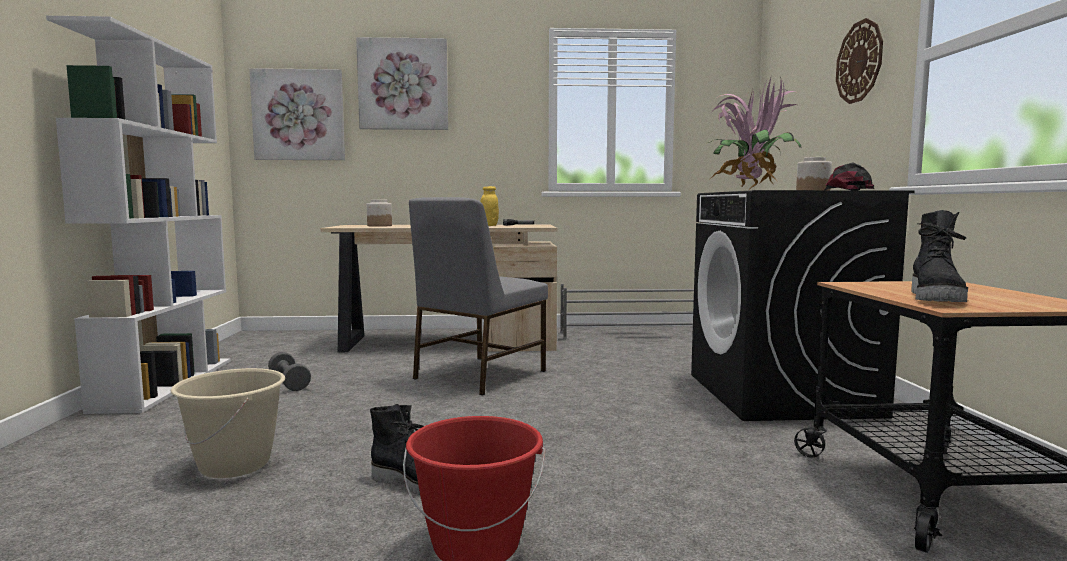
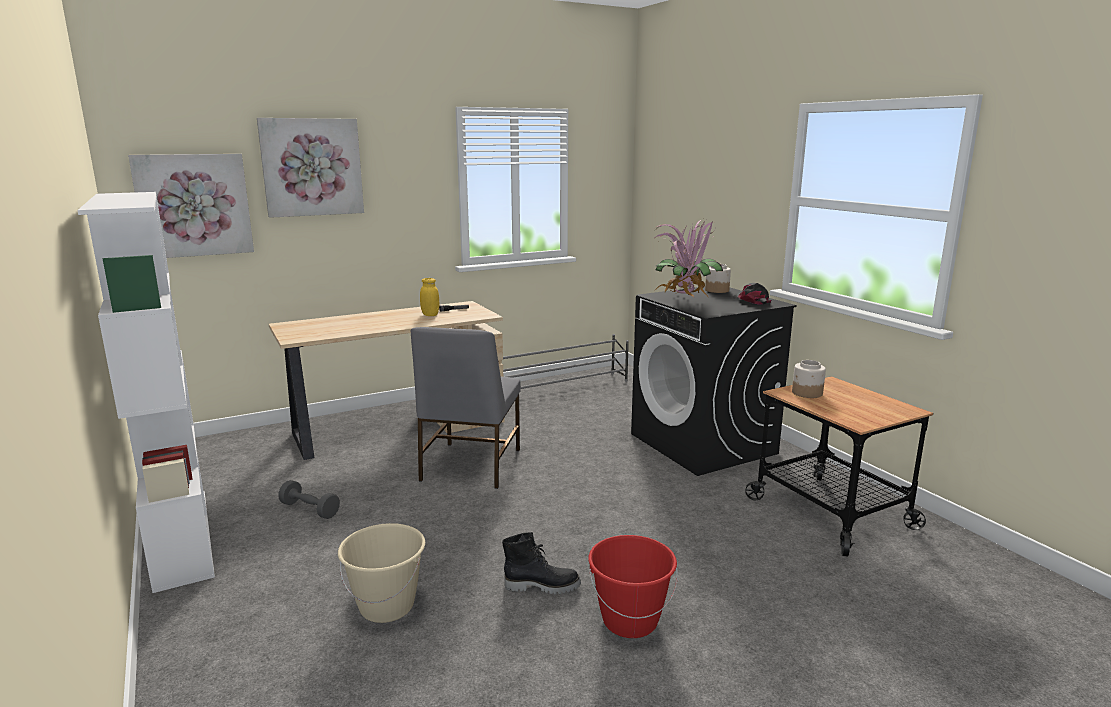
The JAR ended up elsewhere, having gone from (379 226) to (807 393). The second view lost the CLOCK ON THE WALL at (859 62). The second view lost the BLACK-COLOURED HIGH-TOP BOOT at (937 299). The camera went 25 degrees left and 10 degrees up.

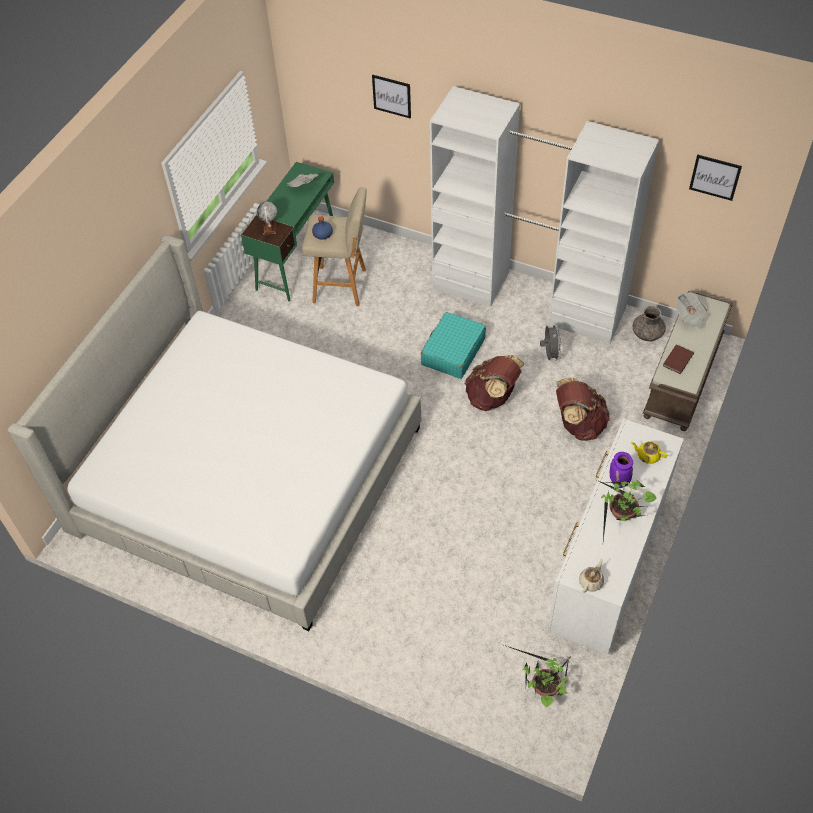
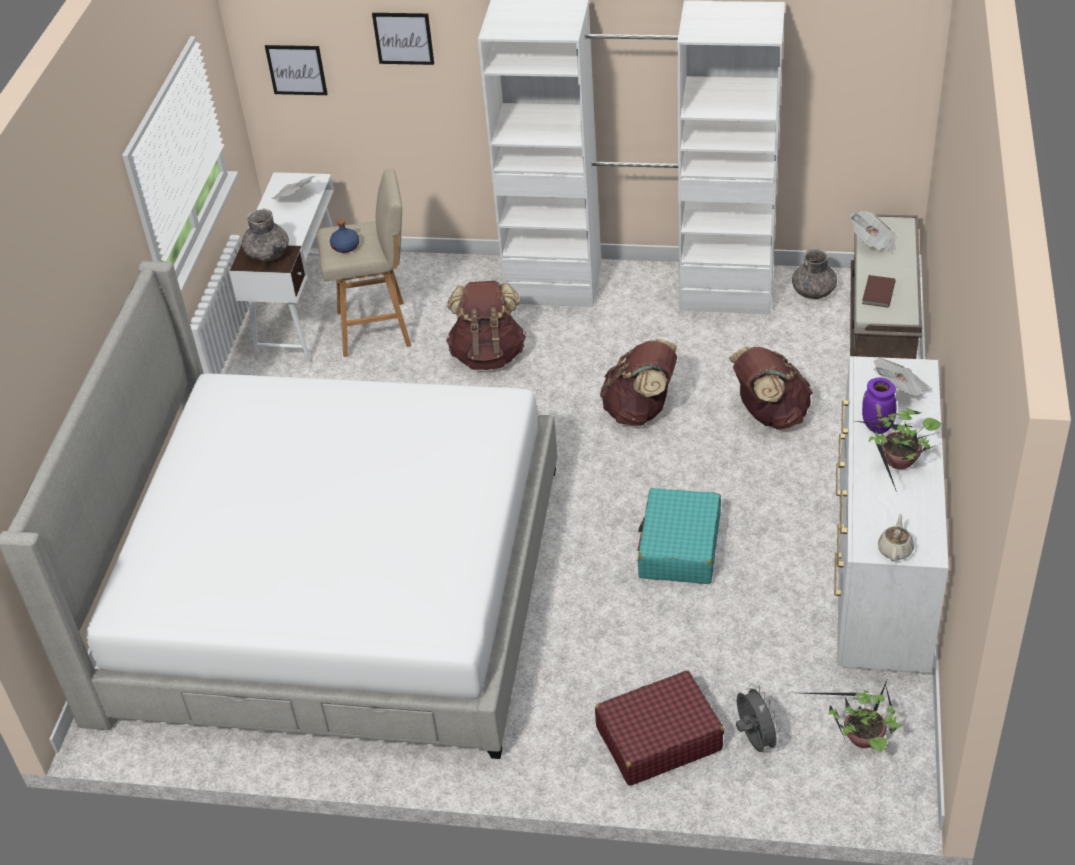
What was the GREEN-COLOURED DESK TABLE at (297 260) turned into the WHITE DESK TABLE at (301 311). Where the DESK GLOBE stood at (269 228), the GREYISH FLOWER VASE came to stand at (267 254). The TURQUOISE-COLOURED TRAVEL CASE ended up elsewhere, having gone from (453 352) to (679 547). The GREYISH FAN ended up elsewhere, having gone from (550 354) to (754 740). Where the YELLOWISH POT FOR TEA stood at (647 456), the PRINTED PAPER came to stand at (901 389). The PICTURE ended up elsewhere, having gone from (715 177) to (296 69). The second view gained the BROWN KNAPSACK at (488 355). The second view gained the RED TRAVEL CASE at (658 738). The camera went 15 degrees left and 10 degrees down.

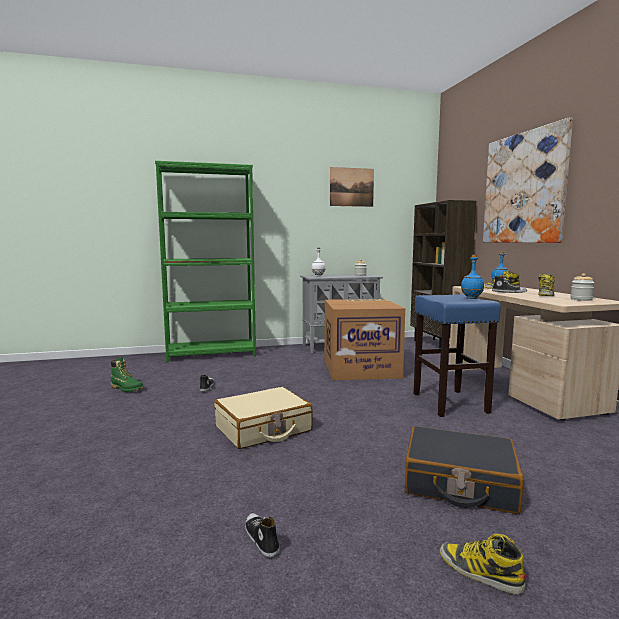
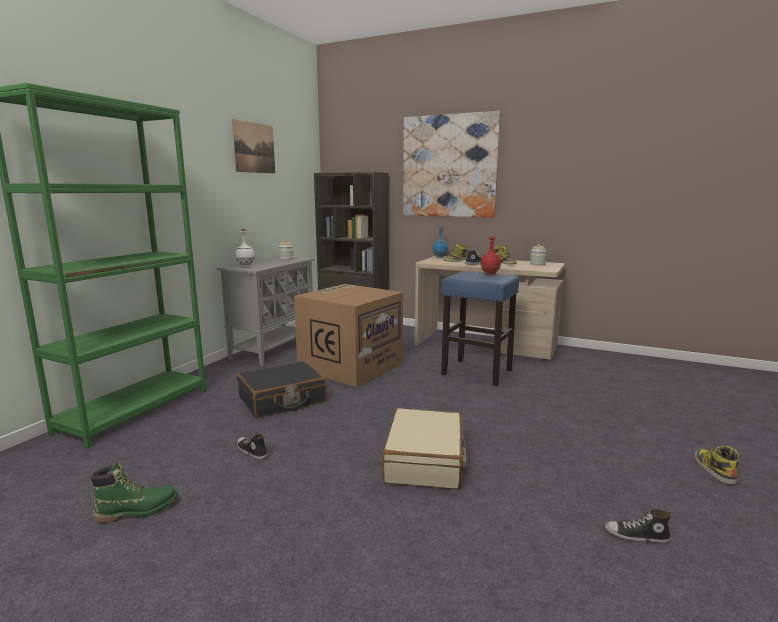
The BLACK-COLOURED TRAVEL CASE ended up elsewhere, having gone from (459 483) to (282 400). The HIGH-TOP BOOT at (479 572) ended up facing another way, 105 degrees clockwise from before. What was the BLUISH BOTTLE at (471 298) turned into the RED BOTTLE at (490 274). The camera went 50 degrees left and 5 degrees up.

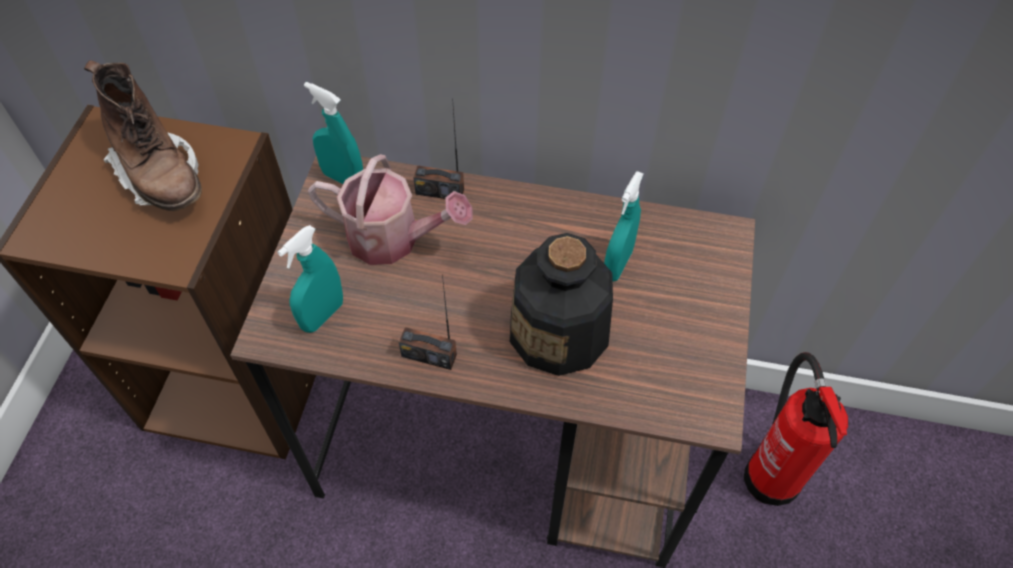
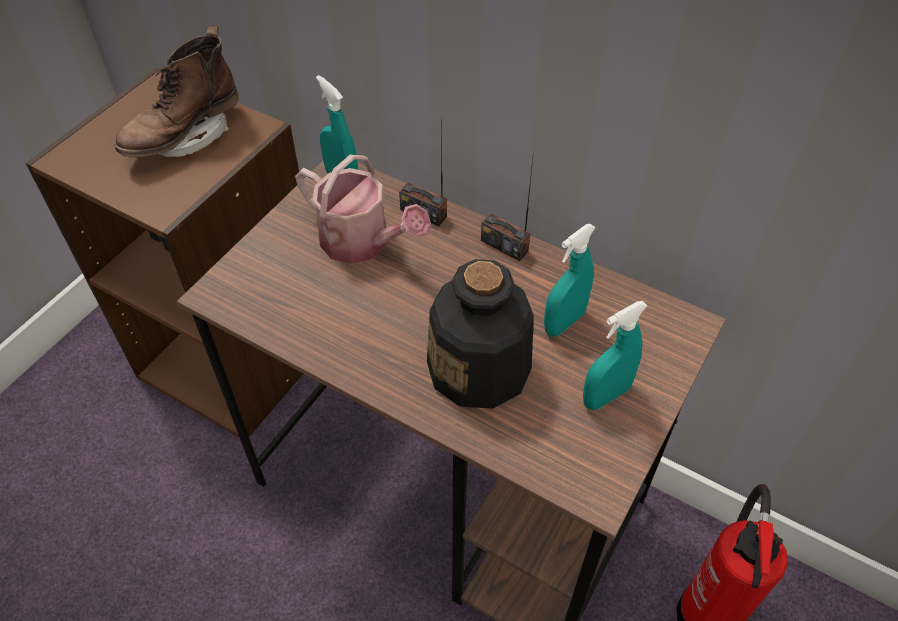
The BROWN HIGH-TOP BOOT at (160 176) ended up facing another way, 60 degrees clockwise from before. The TURQUOISE-COLOURED HAND SPRAYER ended up elsewhere, having gone from (323 315) to (605 396). The RADIO SET ended up elsewhere, having gone from (429 355) to (504 245). The camera went 20 degrees right and 5 degrees down.

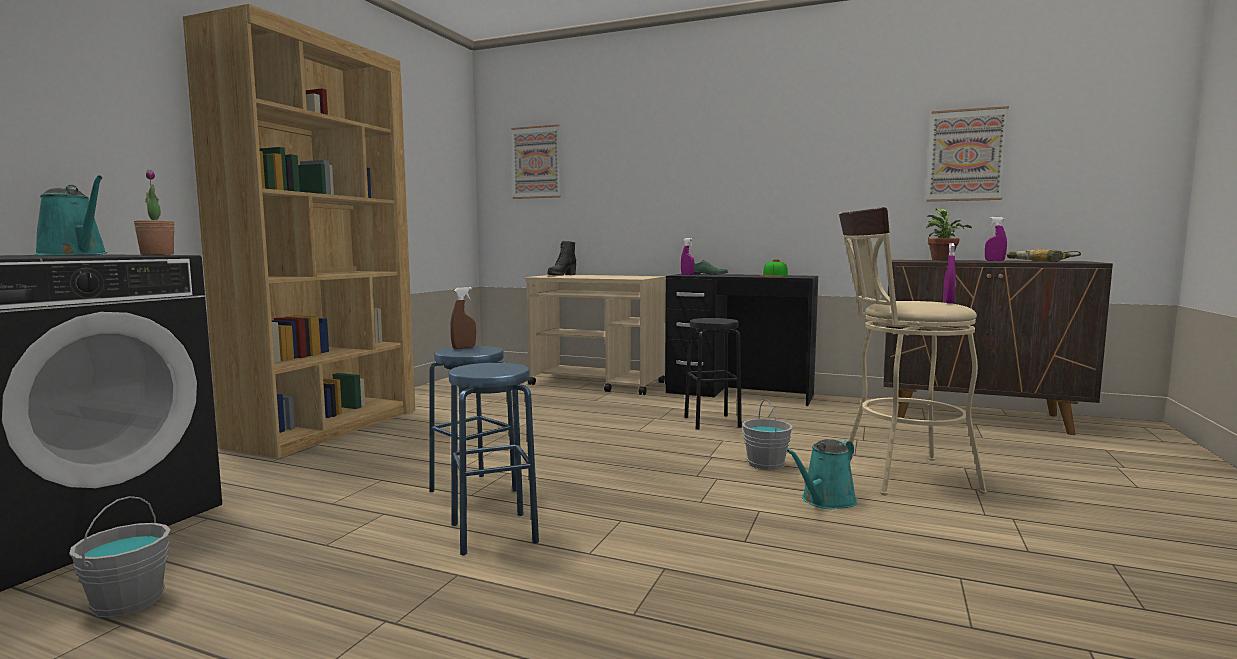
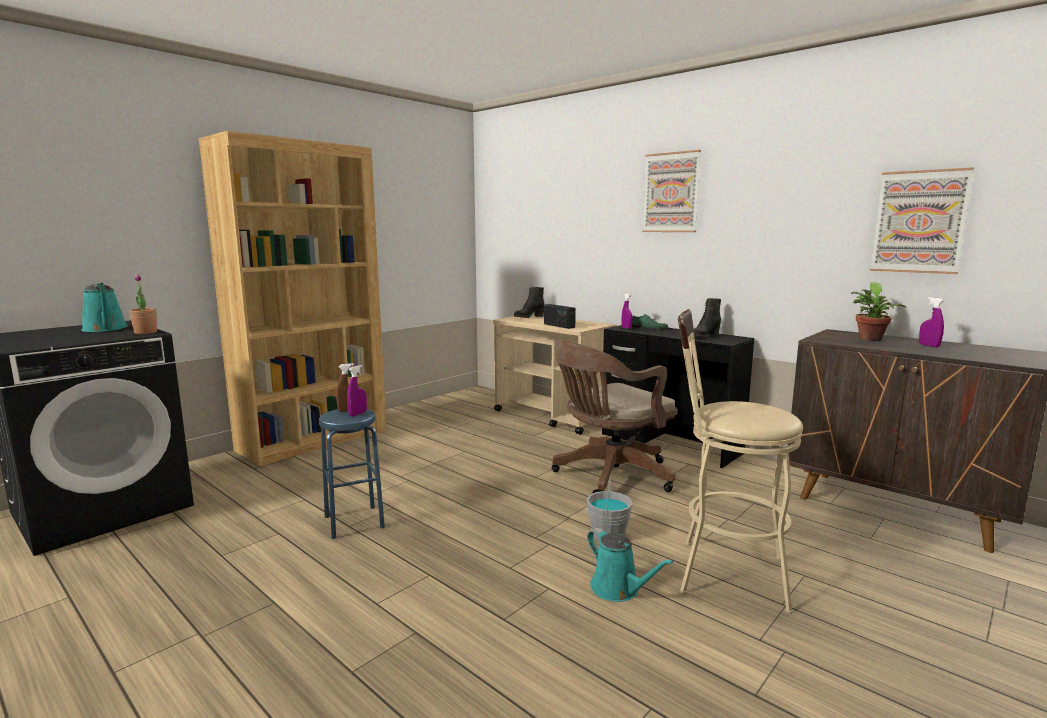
The second view lost the GREYISH BUCKET at (127 601). The second view lost the BLUISH STOOL SEAT at (494 533). The PICTURE ended up elsewhere, having gone from (536 162) to (671 192). Where the BLACK-COLOURED STOOL SEAT stood at (712 422), the BROWN DESK CHAIR came to stand at (609 476). Where the PEAKED CAP stood at (773 276), the BLACK-COLOURED HIGH-TOP BOOT came to stand at (704 336). The TURQUOISE-COLOURED WATERING CAN at (825 501) ended up facing another way, 105 degrees counterclockwise from before. The PURPLISH HAND SPRAYER ended up elsewhere, having gone from (948 302) to (357 414). The second view lost the DRILL at (1041 261). The second view gained the RADIO SET at (559 326). The camera went 20 degrees right and 5 degrees up.

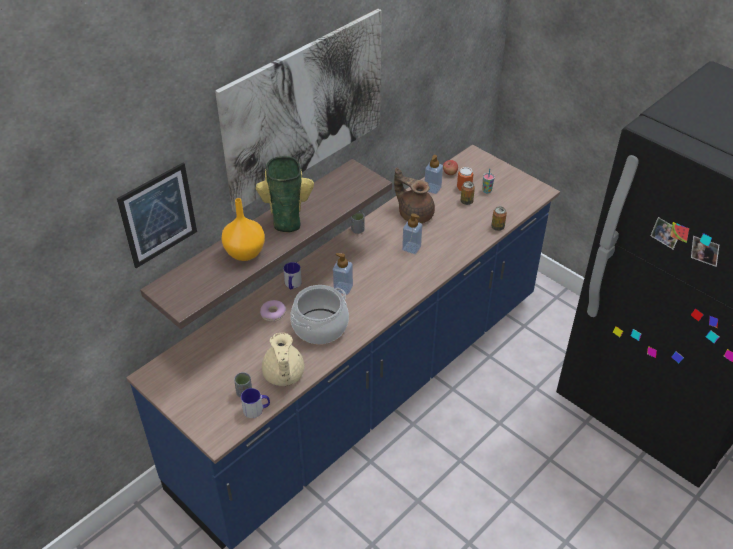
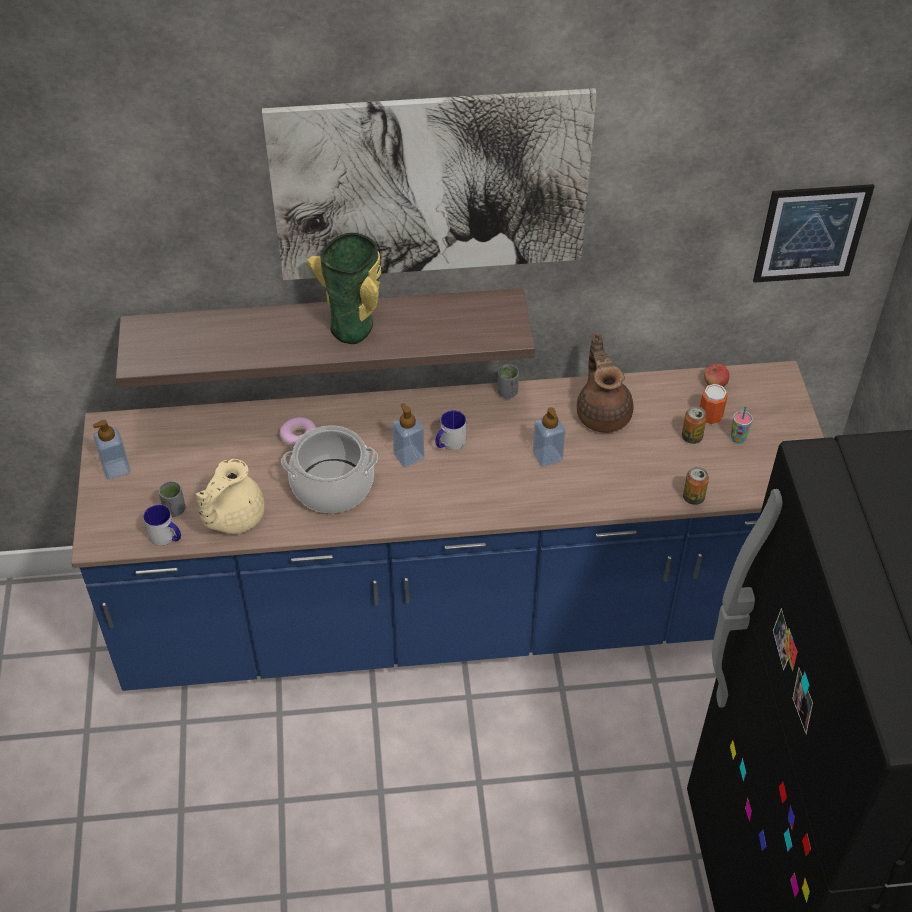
The PICTURE ended up elsewhere, having gone from (158 215) to (811 233). The second view lost the ORANGE-COLOURED FLOWER VASE at (245 252). The TEA MUG ended up elsewhere, having gone from (292 285) to (449 443). The SOAP BOTTLE ended up elsewhere, having gone from (432 188) to (116 469). The camera went 40 degrees right and 5 degrees up.

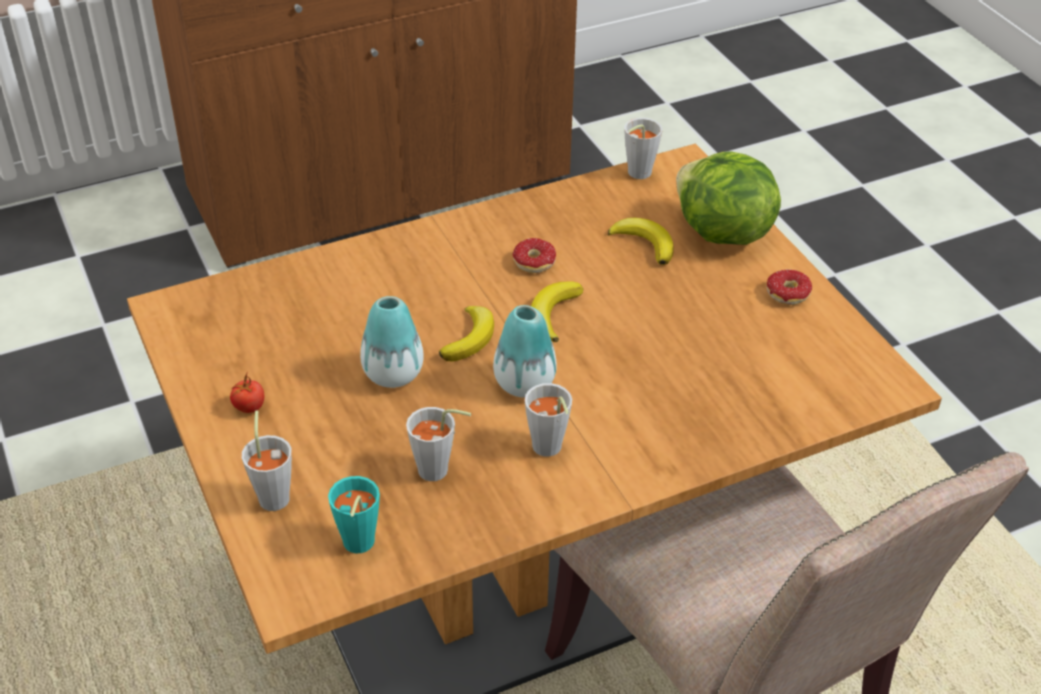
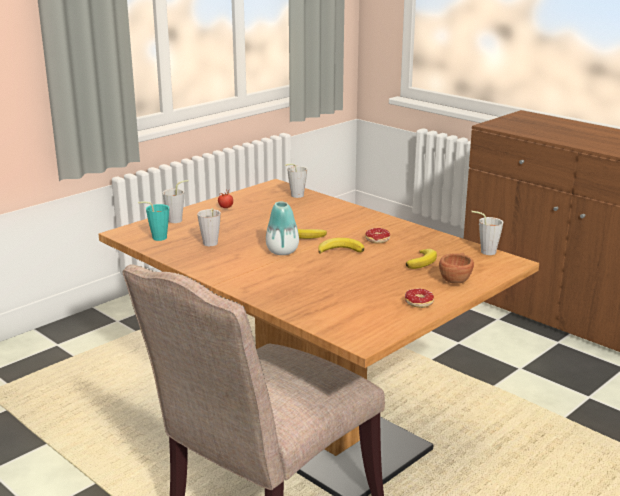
The second view lost the FLOWER VASE at (393 374). The GREYISH CUP ended up elsewhere, having gone from (548 451) to (294 196). Where the HEAD OF LETTUCE stood at (721 233), the BROWN CUP came to stand at (456 279). The camera went 70 degrees right and 20 degrees down.

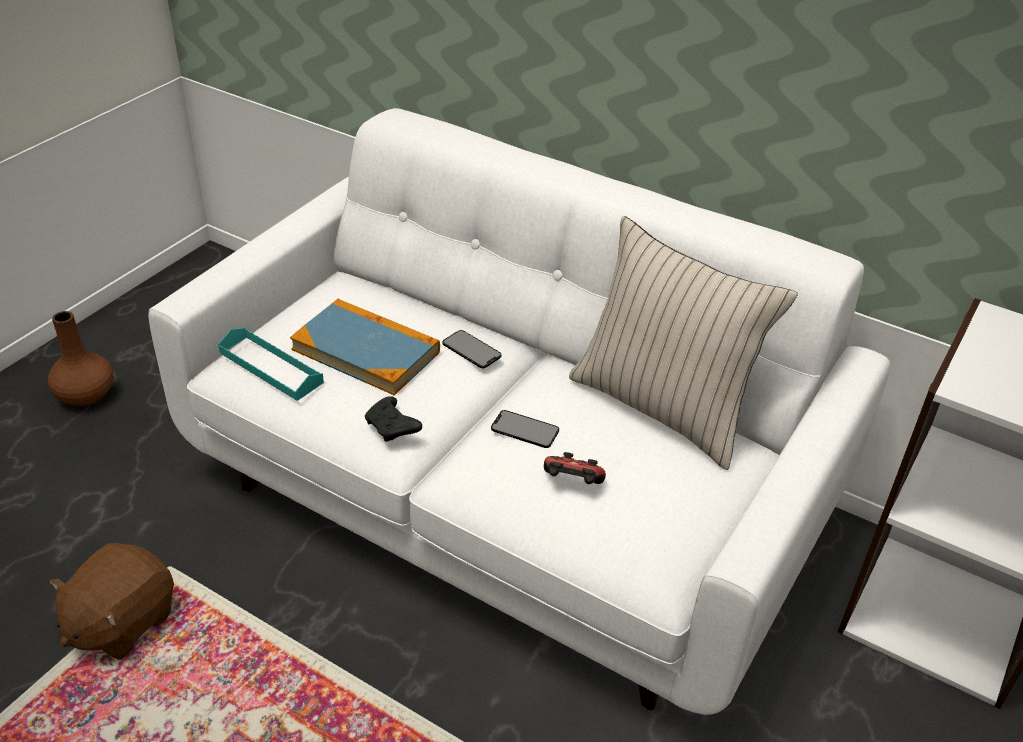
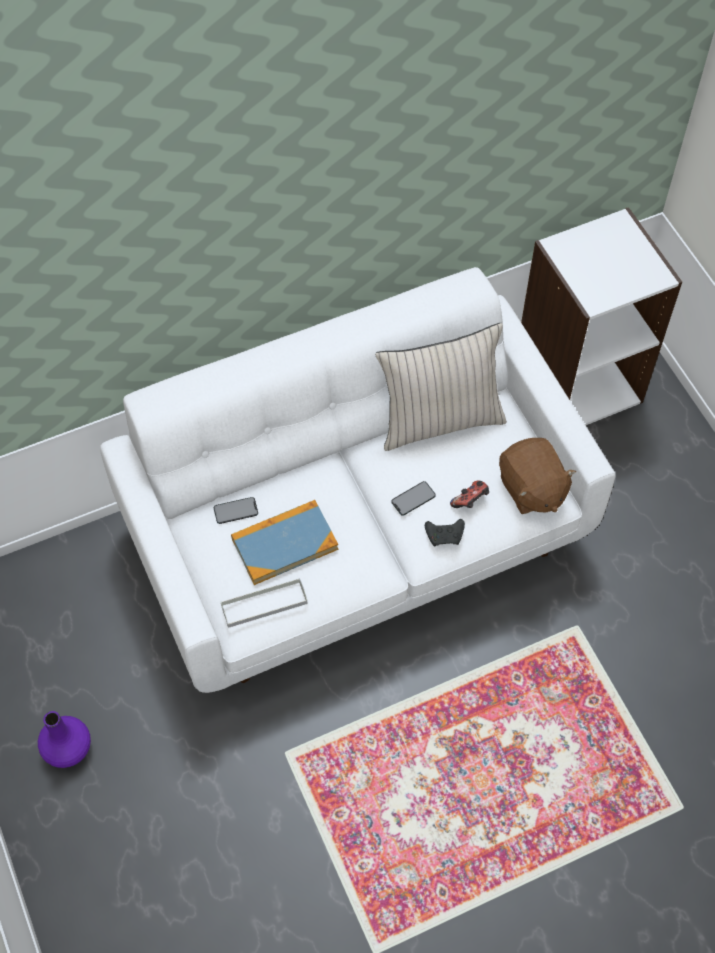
What was the BROWN FLOWER VASE at (86 394) turned into the PURPLISH FLOWER VASE at (67 747). The BROWN SOFT TOY ended up elsewhere, having gone from (121 622) to (531 489). What was the TURQUOISE-COLOURED TRAY at (271 367) turned into the GREYISH TRAY at (264 604). The BLACK-COLOURED GAME CONTROLLER ended up elsewhere, having gone from (392 427) to (445 535). The PHONE ended up elsewhere, having gone from (471 349) to (235 510). The camera went 55 degrees left and 20 degrees up.

